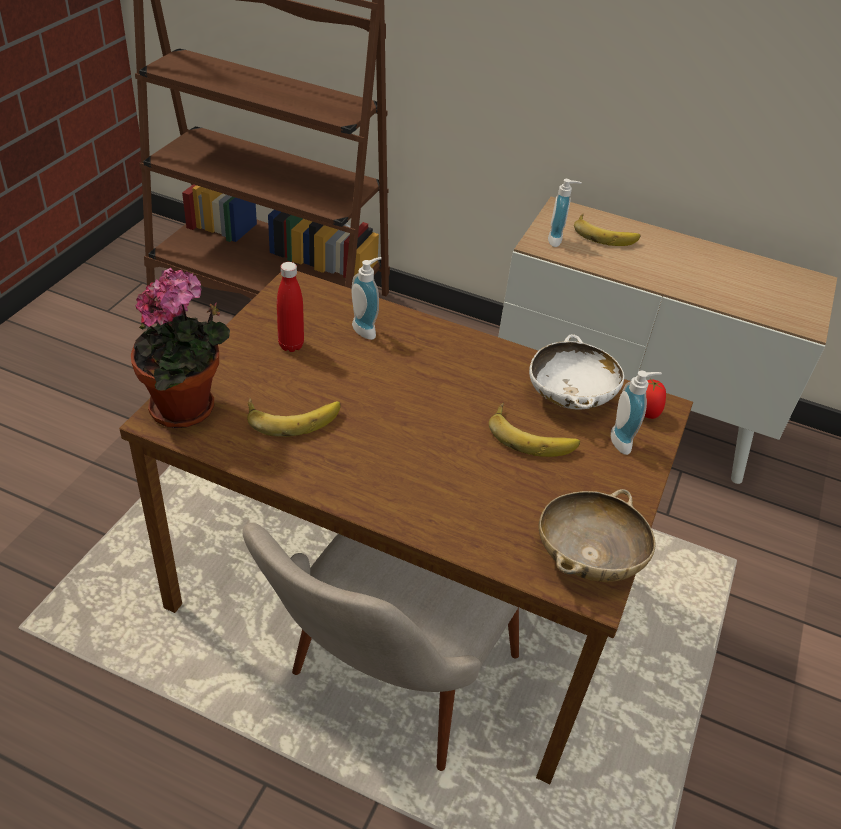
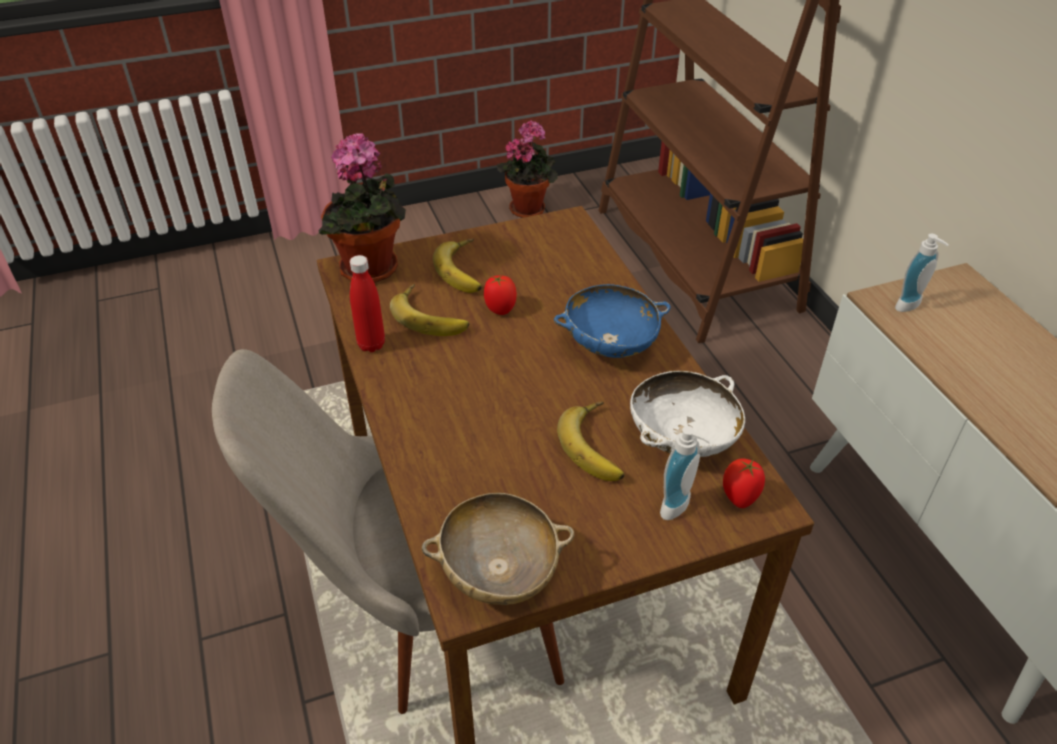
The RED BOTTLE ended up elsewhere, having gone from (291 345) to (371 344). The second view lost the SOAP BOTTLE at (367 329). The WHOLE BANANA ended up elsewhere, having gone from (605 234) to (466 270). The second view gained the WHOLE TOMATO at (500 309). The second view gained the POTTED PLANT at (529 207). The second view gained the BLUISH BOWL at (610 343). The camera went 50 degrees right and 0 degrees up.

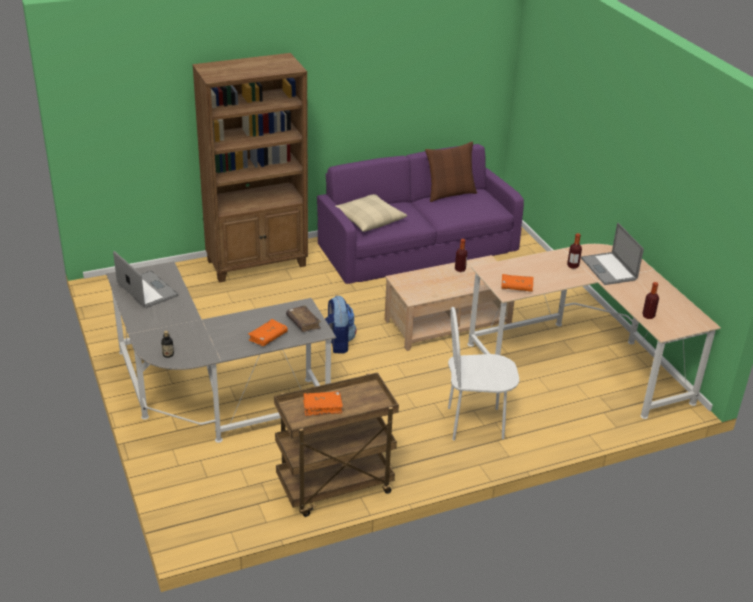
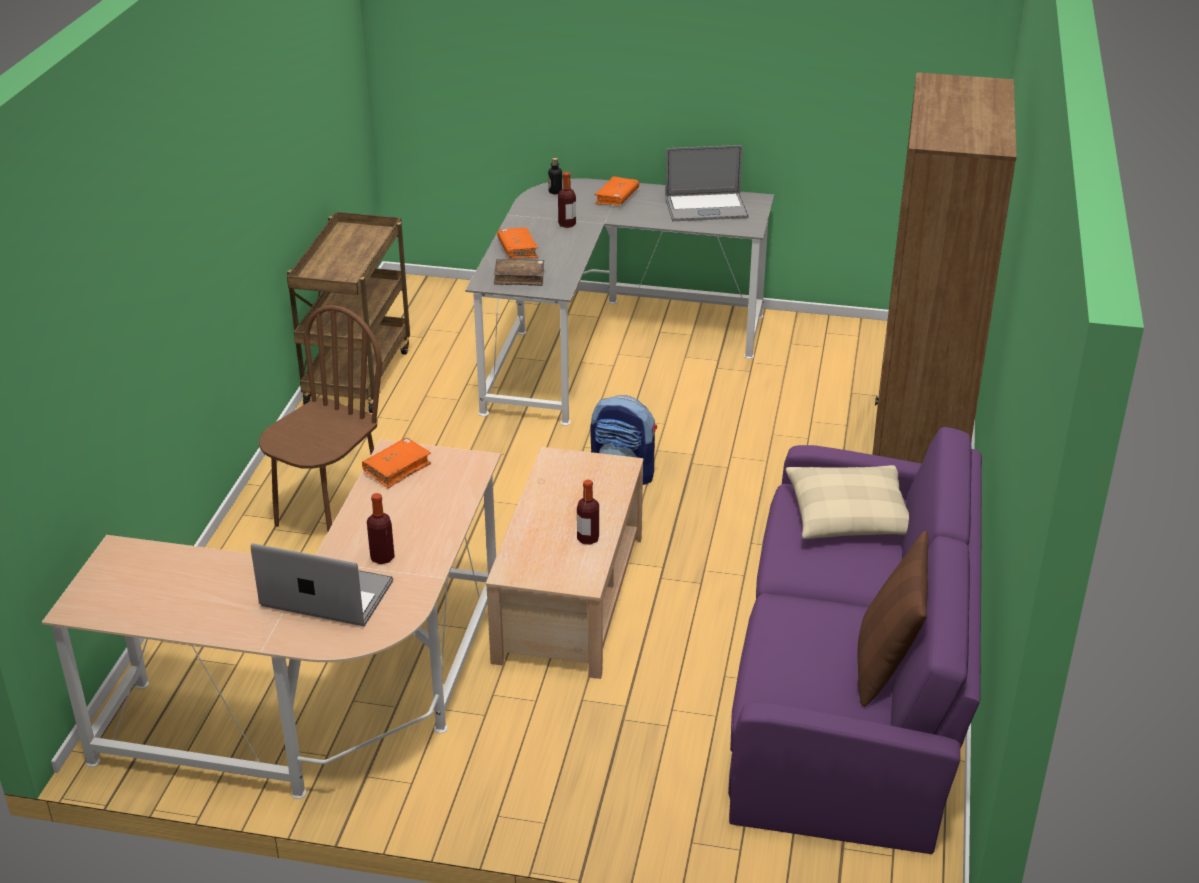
The ORANGE-COLOURED BOUND BOOK ended up elsewhere, having gone from (322 407) to (616 197). What was the WHITE UPRIGHT CHAIR at (475 423) turned into the BROWN UPRIGHT CHAIR at (329 516). The BOTTLE ended up elsewhere, having gone from (648 316) to (567 224). The camera went 125 degrees right and 0 degrees up.

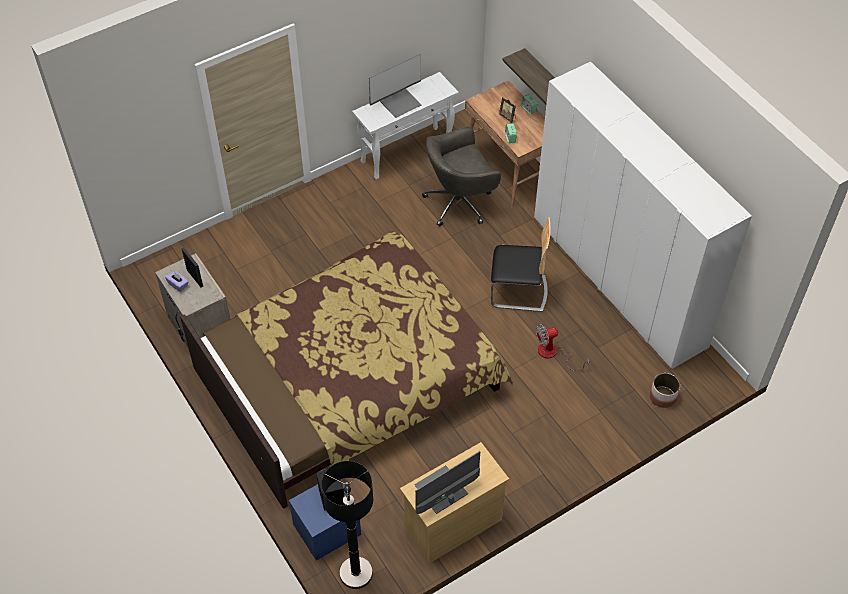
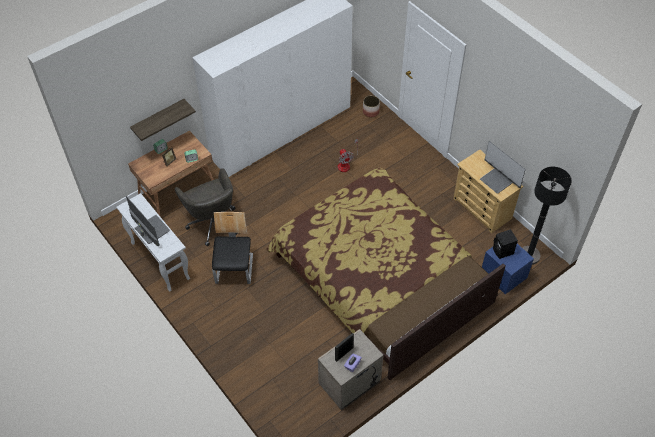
The UPRIGHT CHAIR ended up elsewhere, having gone from (518 291) to (235 269). The camera went 95 degrees left and 0 degrees up.

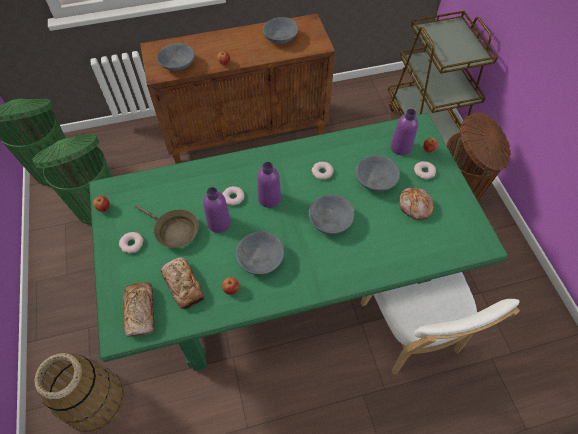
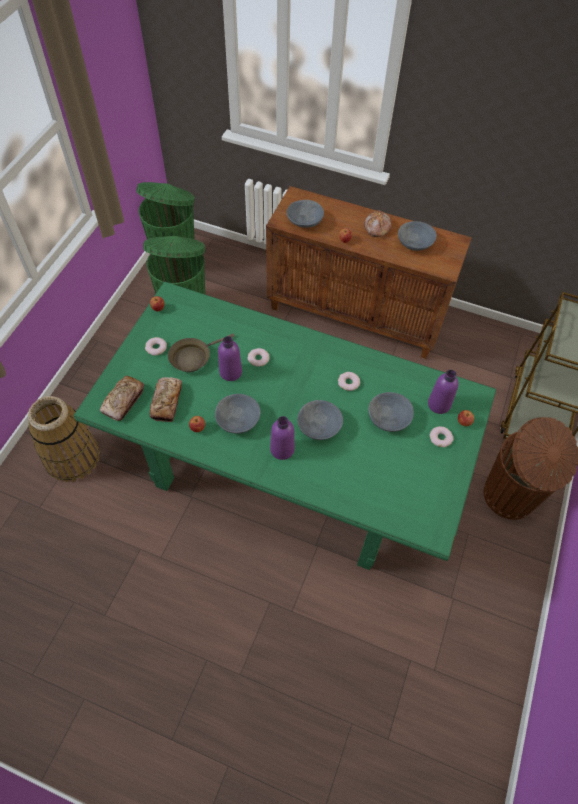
The BROWN FRYING PAN at (174 231) ended up facing another way, 75 degrees clockwise from before. The PURPLISH BOTTLE ended up elsewhere, having gone from (269 198) to (282 449). The second view lost the WHITE UPRIGHT CHAIR at (411 332). The BAKED BREAD ended up elsewhere, having gone from (414 206) to (376 228). The camera went 35 degrees right and 0 degrees up.

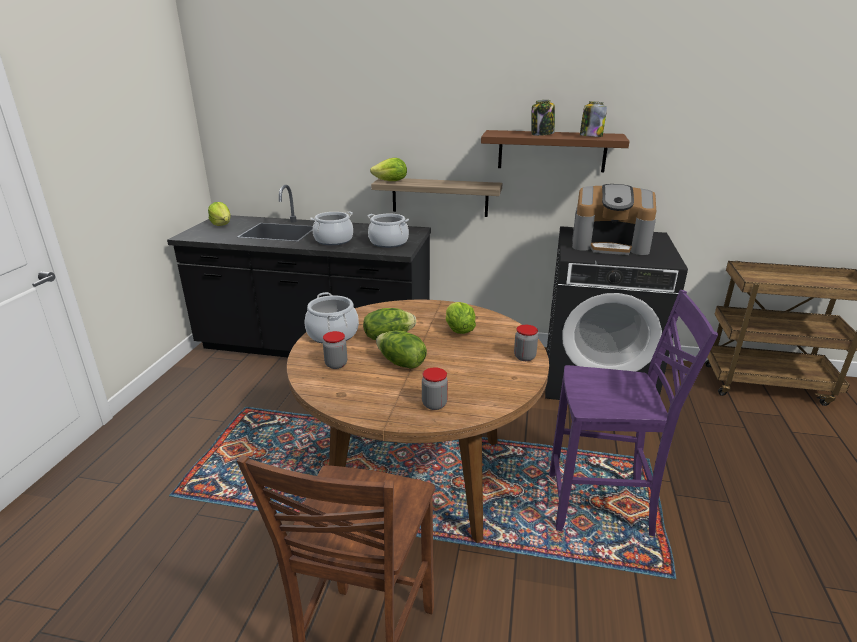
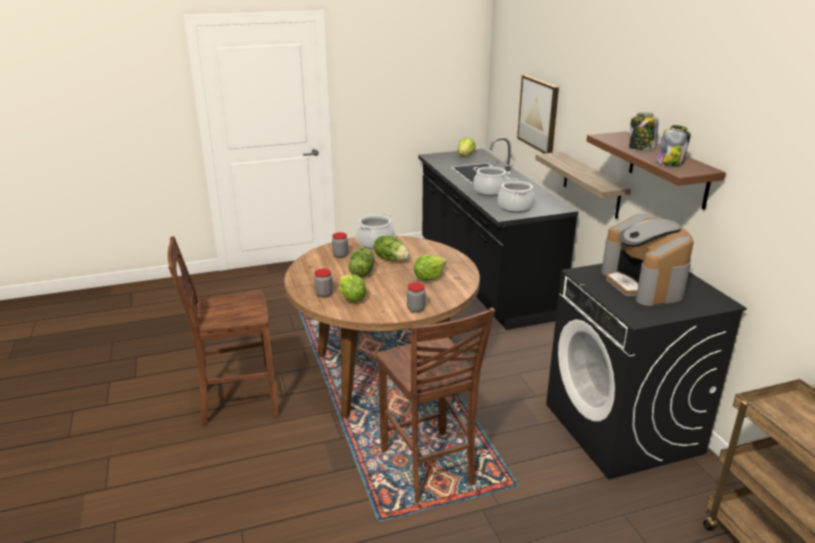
The HEAD OF LETTUCE ended up elsewhere, having gone from (391 181) to (351 299). What was the PURPLISH UPRIGHT CHAIR at (602 506) turned into the BROWN UPRIGHT CHAIR at (428 468). The second view gained the PICTURE at (538 114). The camera went 60 degrees right and 0 degrees up.

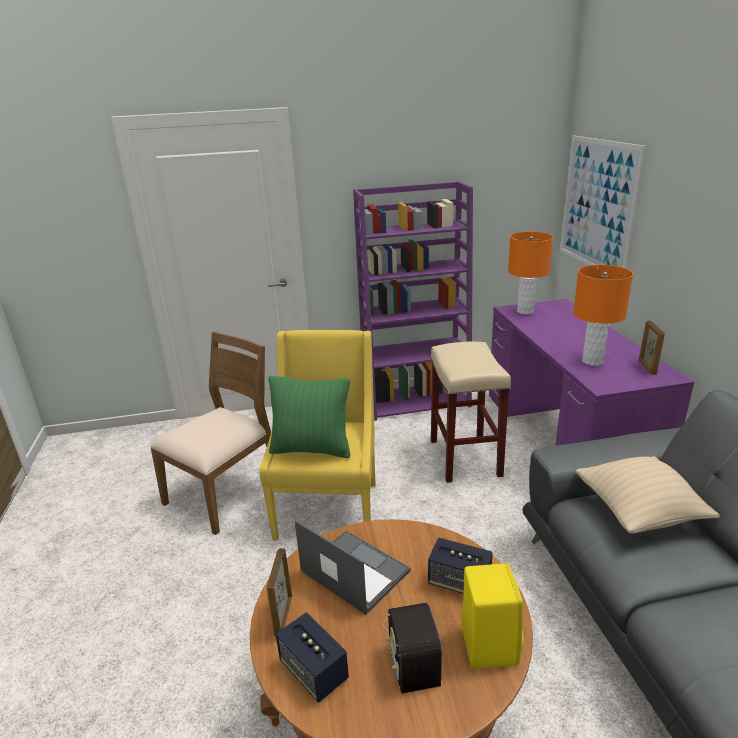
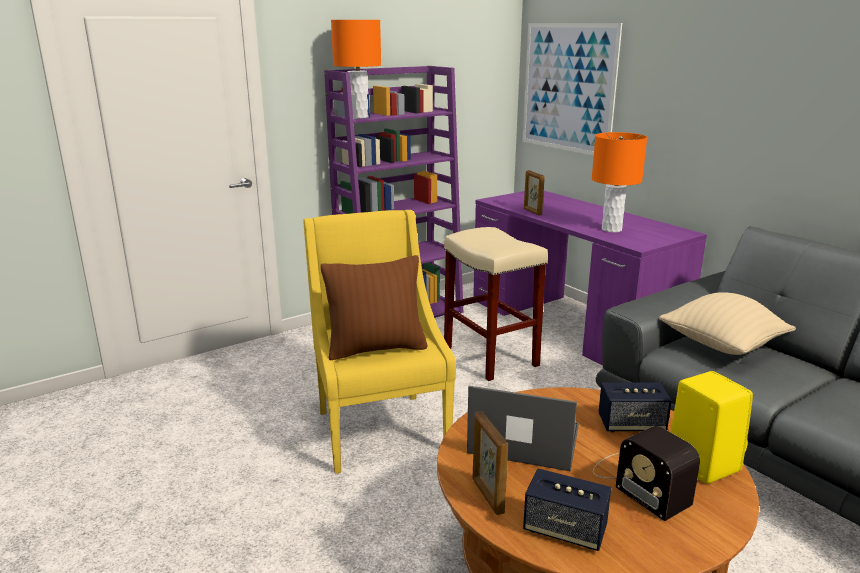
The second view lost the BROWN UPRIGHT CHAIR at (226 491). What was the GREEN-COLOURED PILLOW at (312 449) turned into the BROWN PILLOW at (376 349). The ORANGE-COLOURED TABLETOP LAMP ended up elsewhere, having gone from (525 311) to (359 117). The STANDING FRAME ended up elsewhere, having gone from (647 367) to (532 212). The camera went 25 degrees left and 5 degrees down.

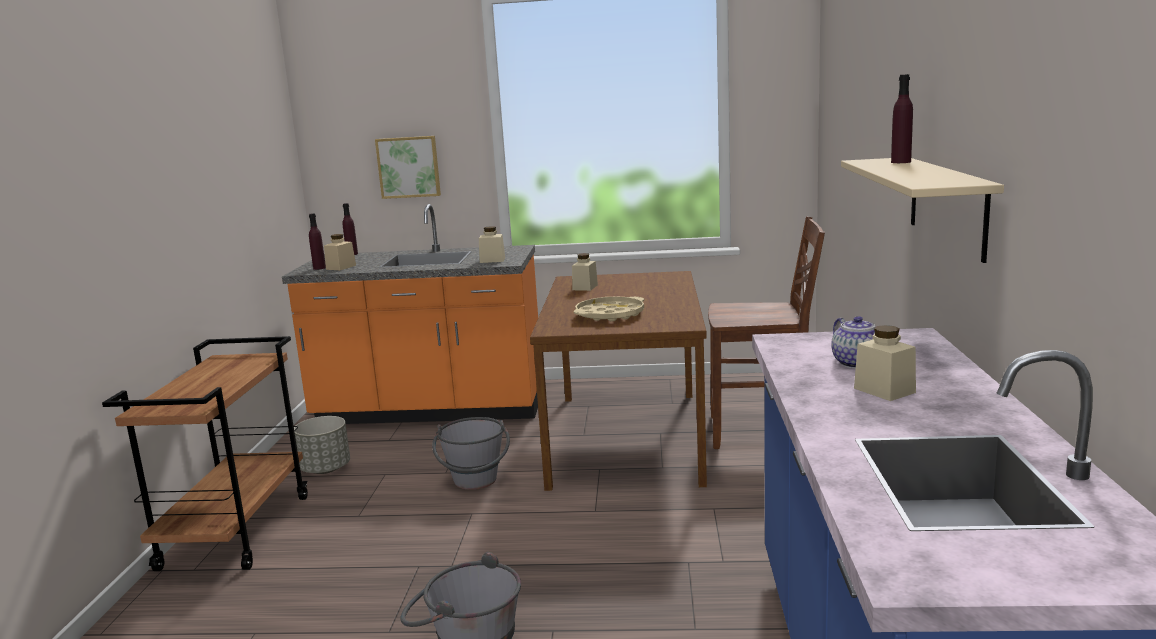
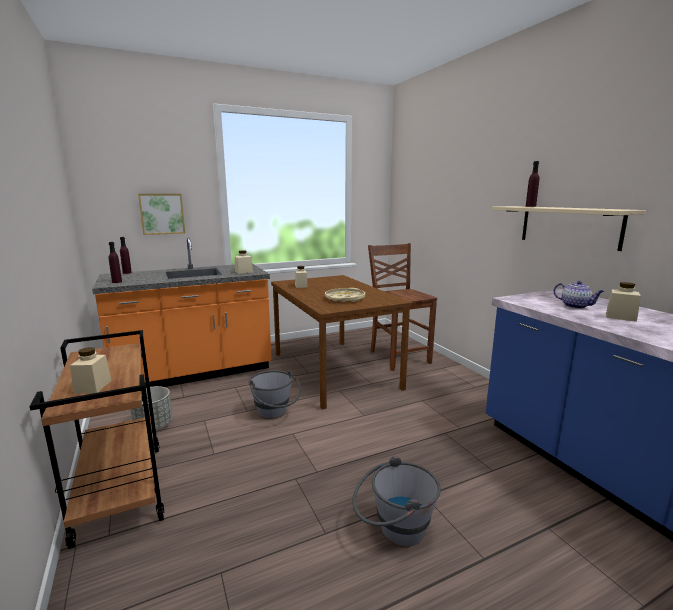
The BEIGE JAR ended up elsewhere, having gone from (341 267) to (93 386). The BROWN UPRIGHT CHAIR at (763 432) ended up facing another way, 90 degrees counterclockwise from before. The camera went 30 degrees left and 0 degrees up.

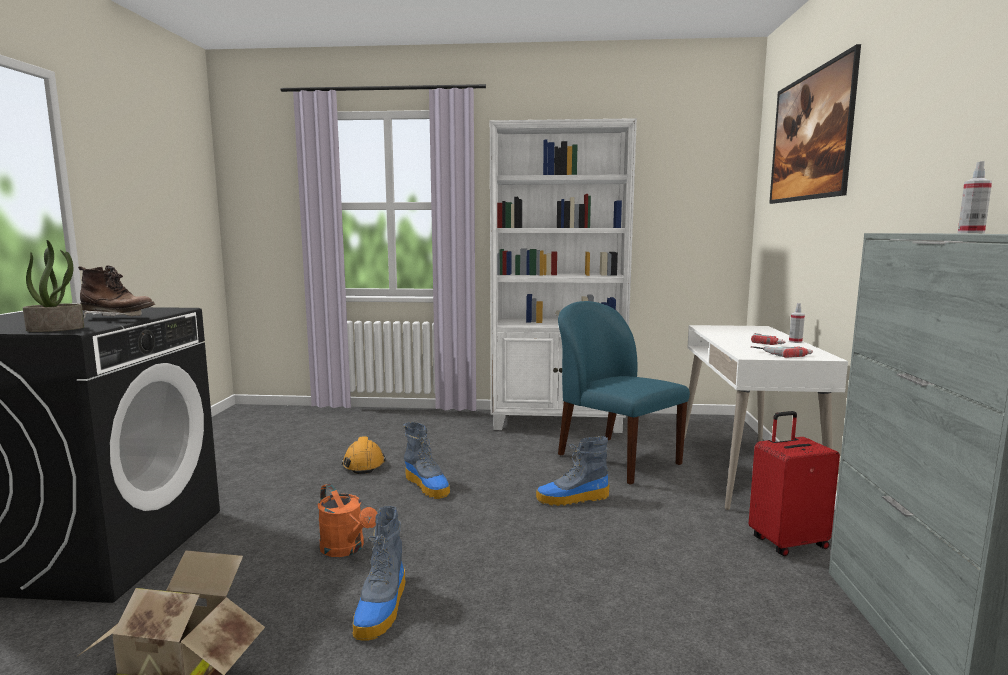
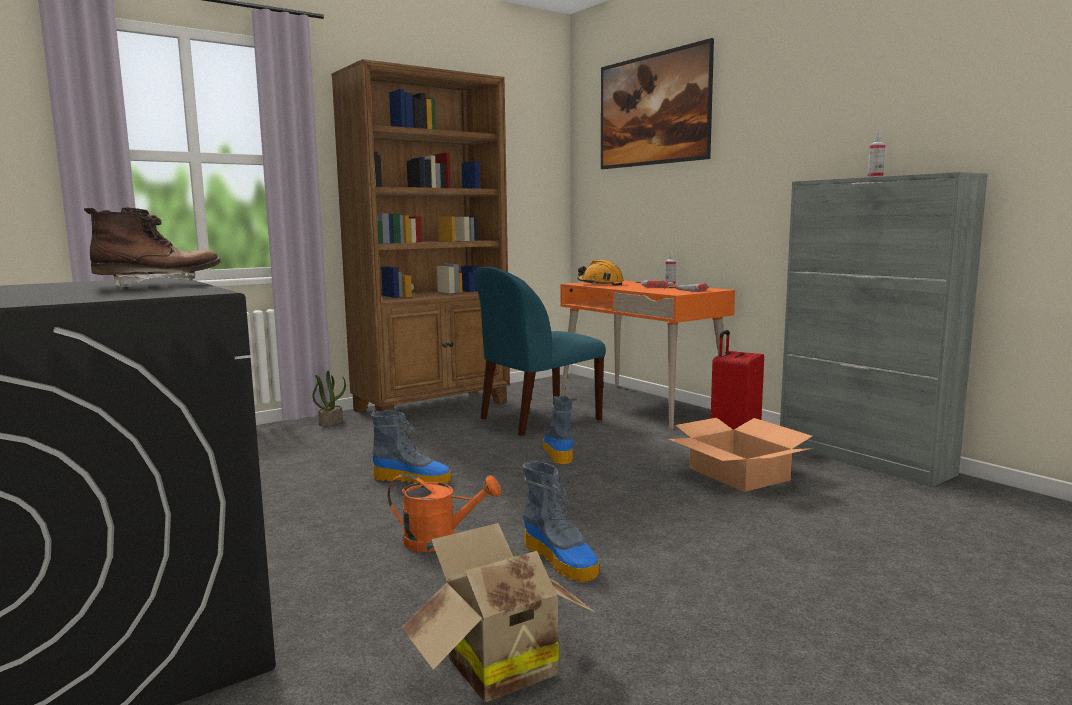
The POTTED PLANT ended up elsewhere, having gone from (56 329) to (330 422). The ORANGE-COLOURED WORK HELMET ended up elsewhere, having gone from (363 464) to (600 284). What was the WHITE BOOKSHELF at (558 422) turned into the BROWN BOOKSHELF at (433 406). The HIGH-TOP BOOT at (572 499) ended up facing another way, 135 degrees clockwise from before. The BLUISH UPRIGHT CHAIR at (616 459) ended up facing another way, 45 degrees counterclockwise from before. What was the WHITE DESK TABLE at (746 471) turned into the ORANGE-COLOURED DESK TABLE at (641 405). The second view gained the CARDBOARD BOX at (738 474). The camera went 40 degrees left and 0 degrees up.

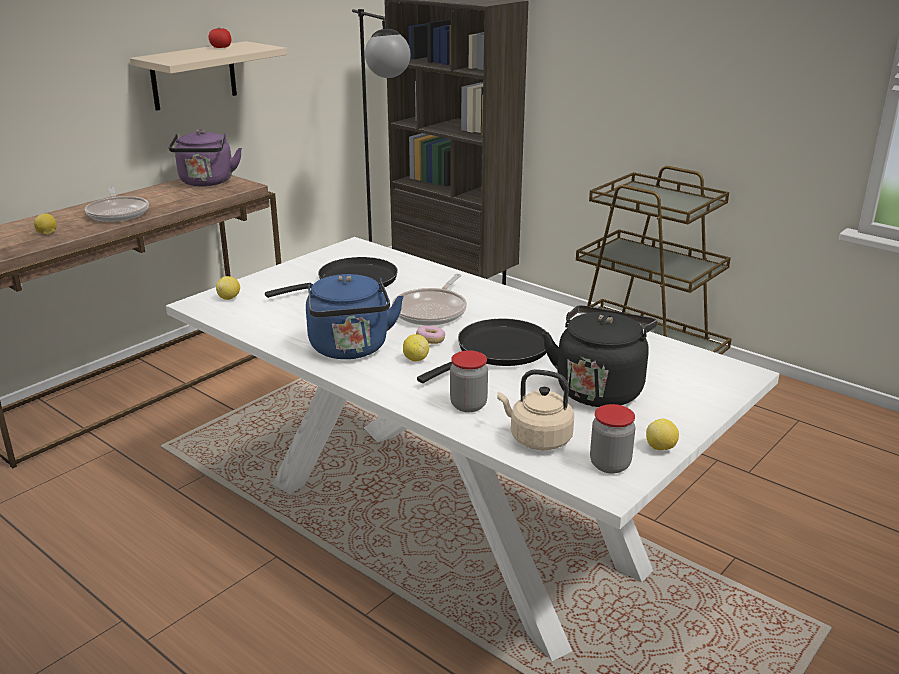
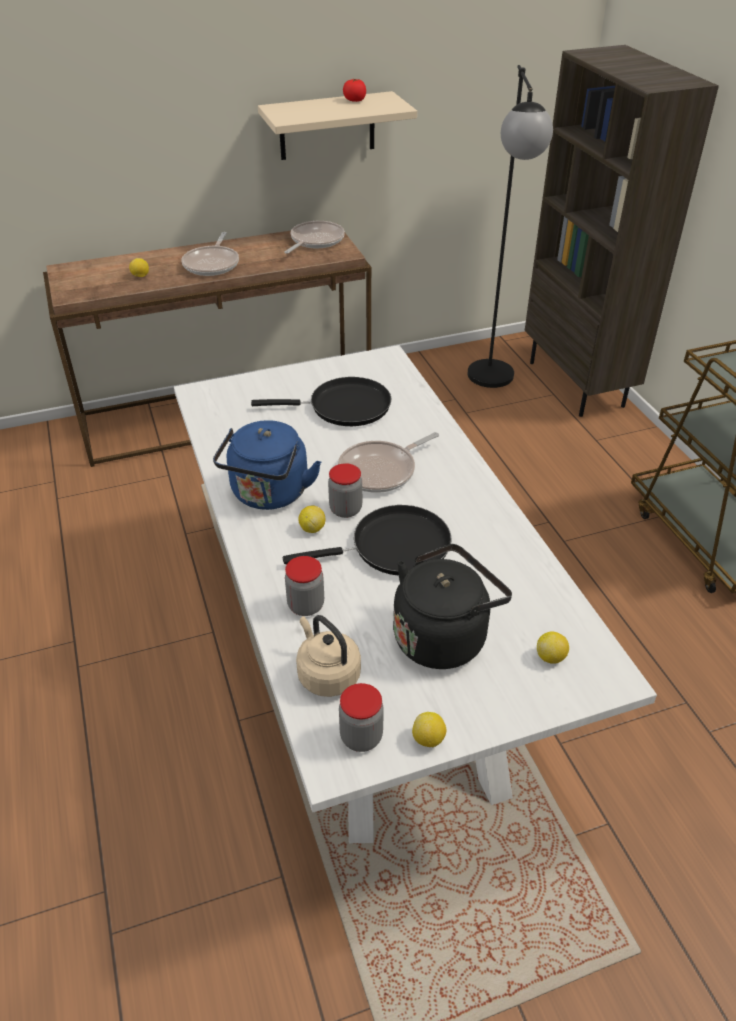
Where the PURPLISH TEA KETTLE stood at (206 183), the FRYING PAN came to stand at (315 241). The CITRUS FRUIT ended up elsewhere, having gone from (229 298) to (550 657). Where the RING DOUGHNUT stood at (430 340), the JAR came to stand at (345 509). The camera went 30 degrees right and 15 degrees up.

